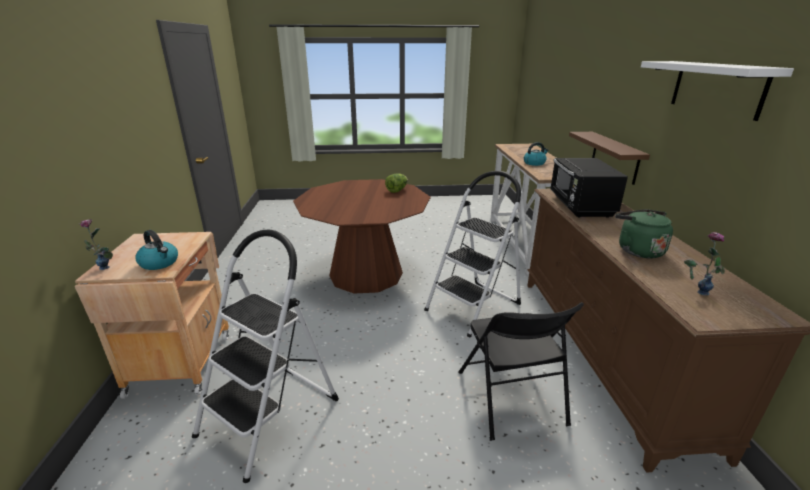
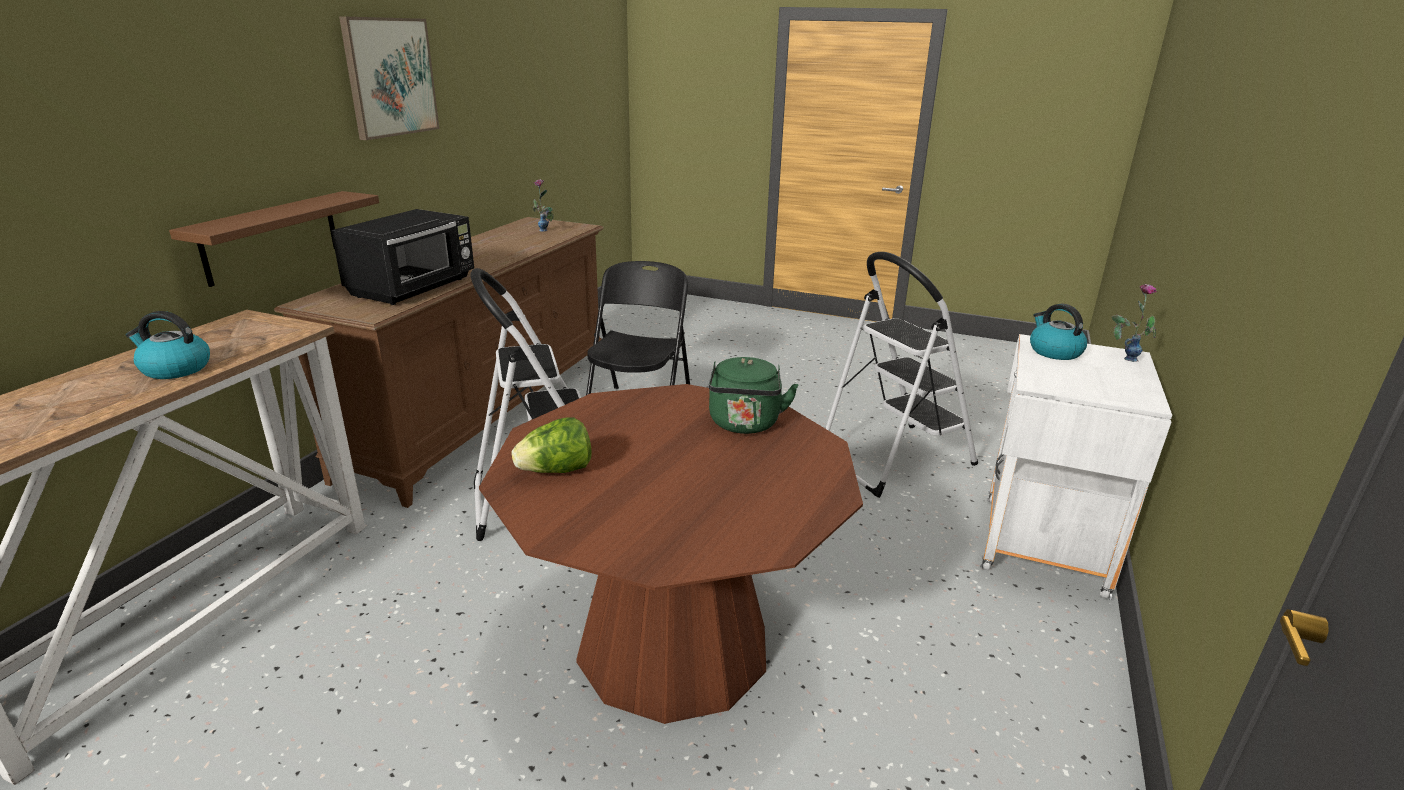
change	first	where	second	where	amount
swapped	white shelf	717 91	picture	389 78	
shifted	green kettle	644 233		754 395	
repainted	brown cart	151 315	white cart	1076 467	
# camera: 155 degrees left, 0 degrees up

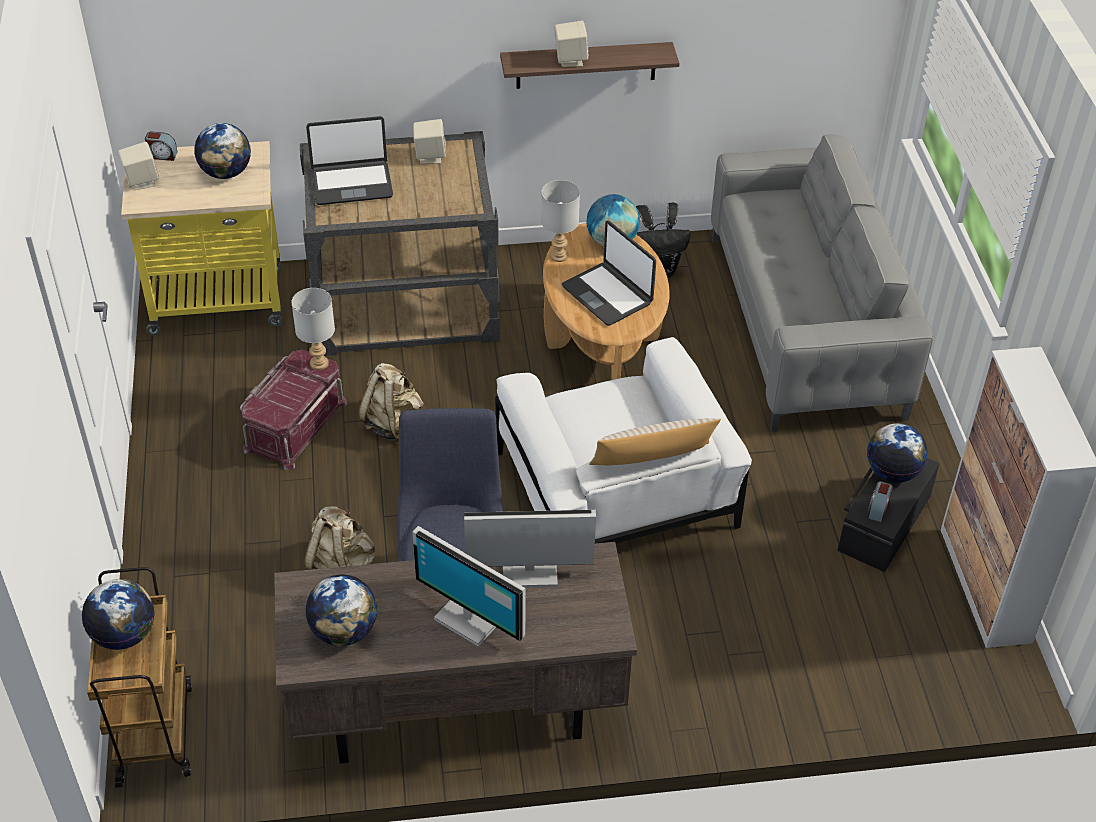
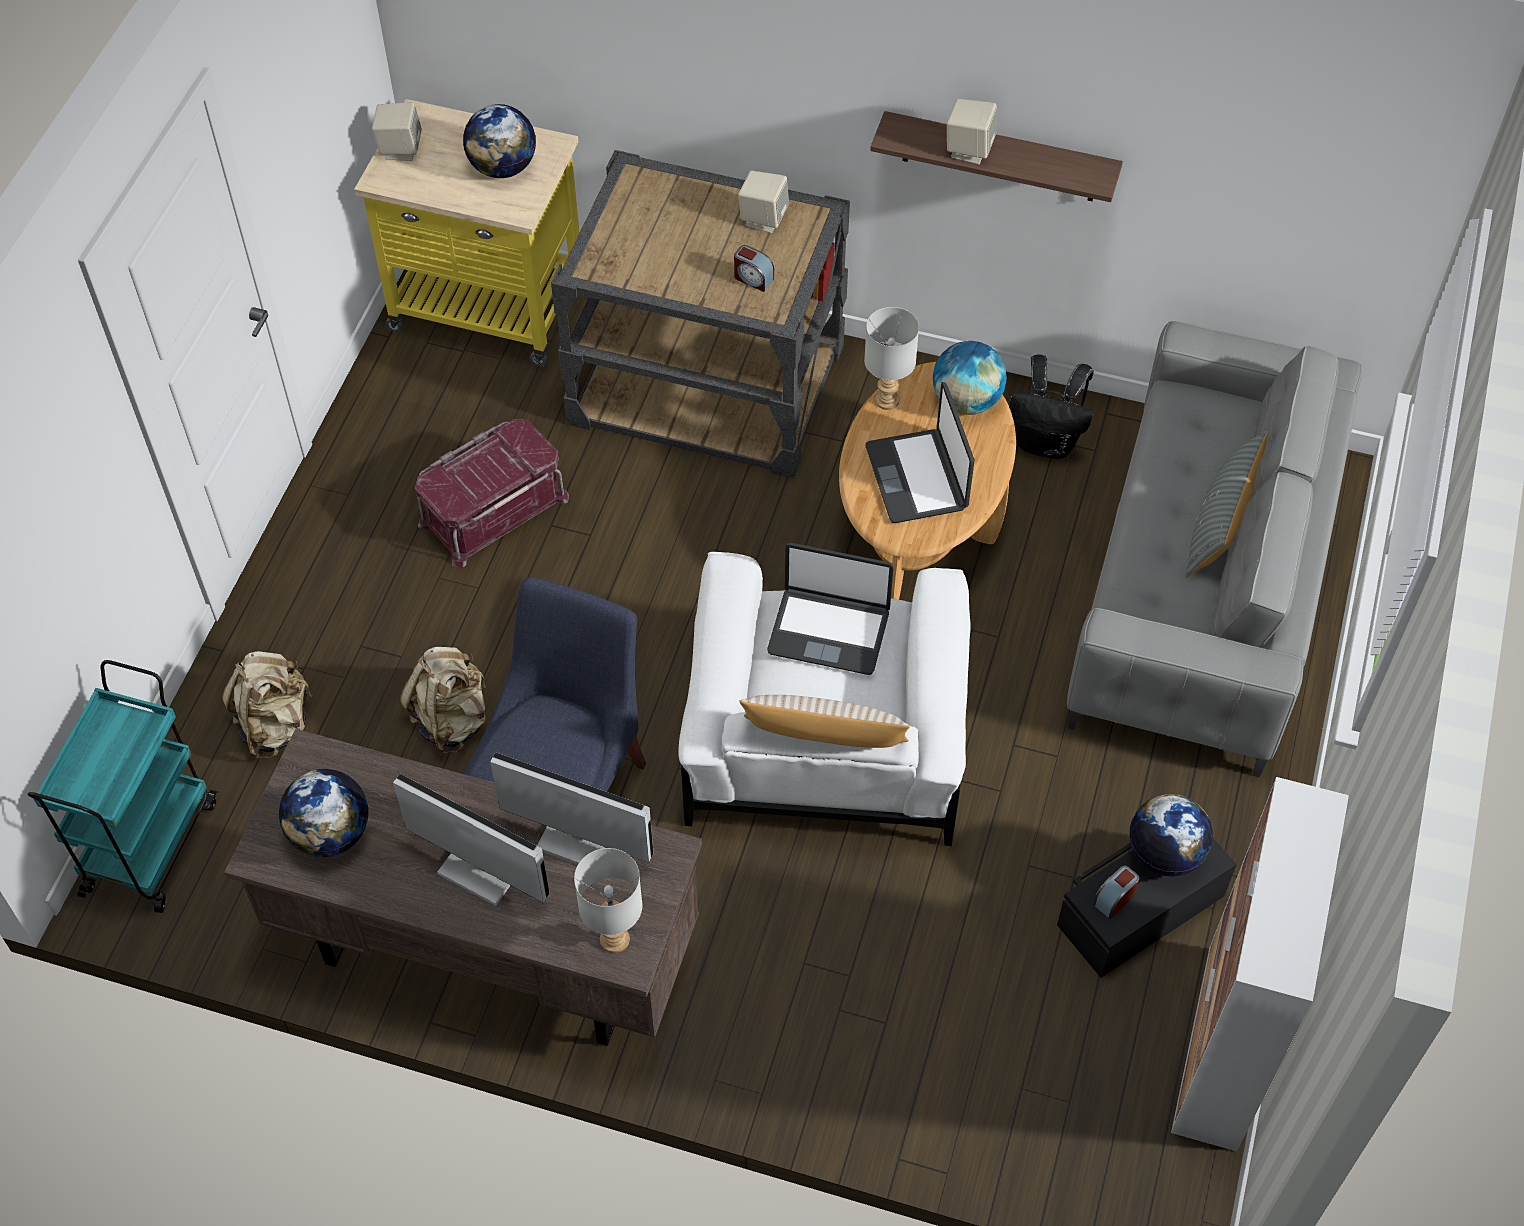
change	first	where	second	where	amount
repainted	brown cart	139 677	turquoise cart	123 786	
shifted	beige backpack	391 402		267 704	
rotated	monitor	469 586		471 840	150 degrees clockwise
shifted	grey table lamp	313 329		608 900	
shifted	alarm clock	161 146		754 268	
shifted	laptop	349 160		830 609	
new			grey pillow	1227 504	
gone	globe	118 614			
# camera: 25 degrees right, 10 degrees up

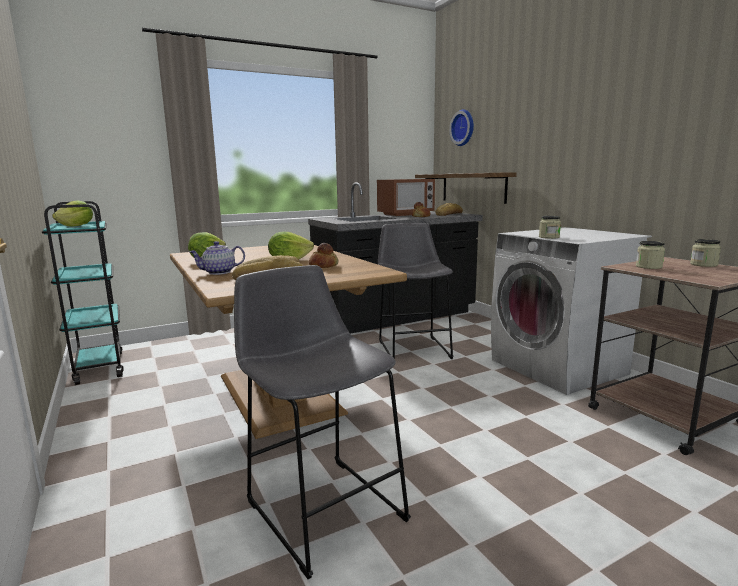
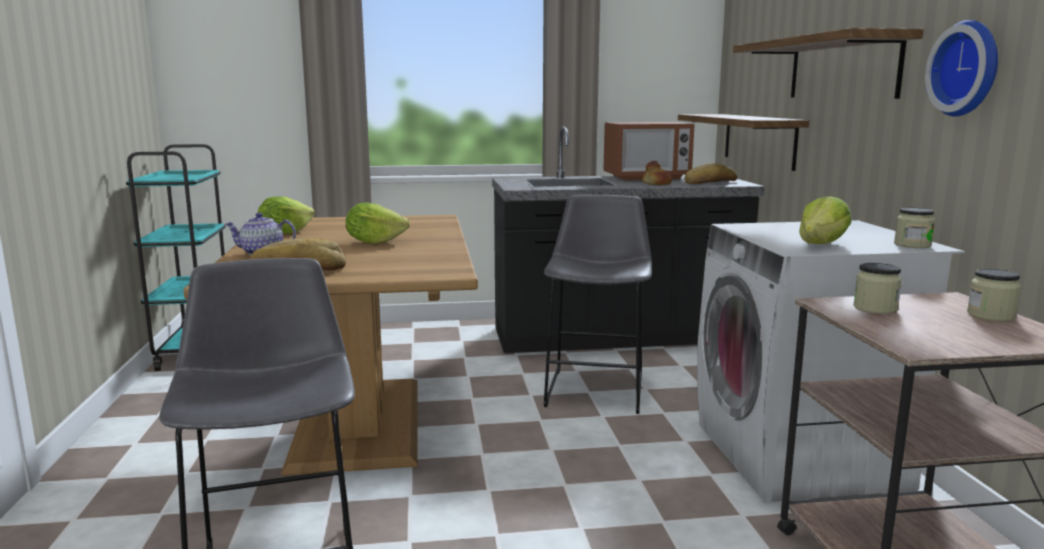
change	first	where	second	where	amount
new			shelf	828 63	
shifted	lettuce	72 213		825 220	
shifted	jar	550 227		914 227	
shifted	wall clock	461 127		961 68	
gone	bread	323 255			
# camera: 20 degrees right, 0 degrees up

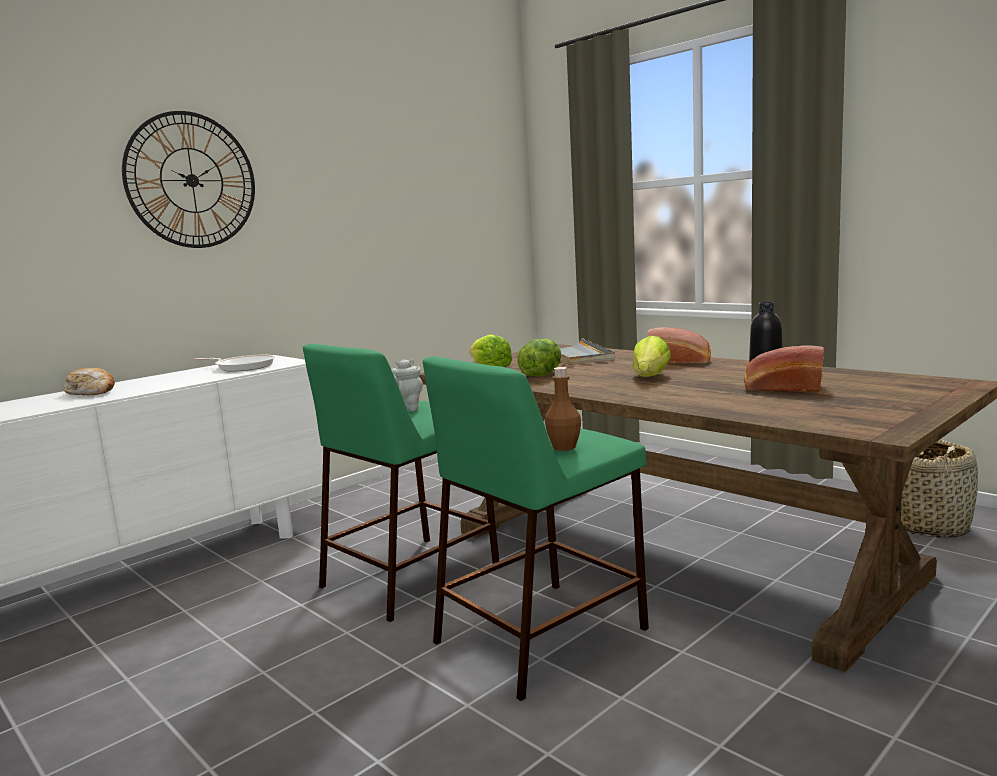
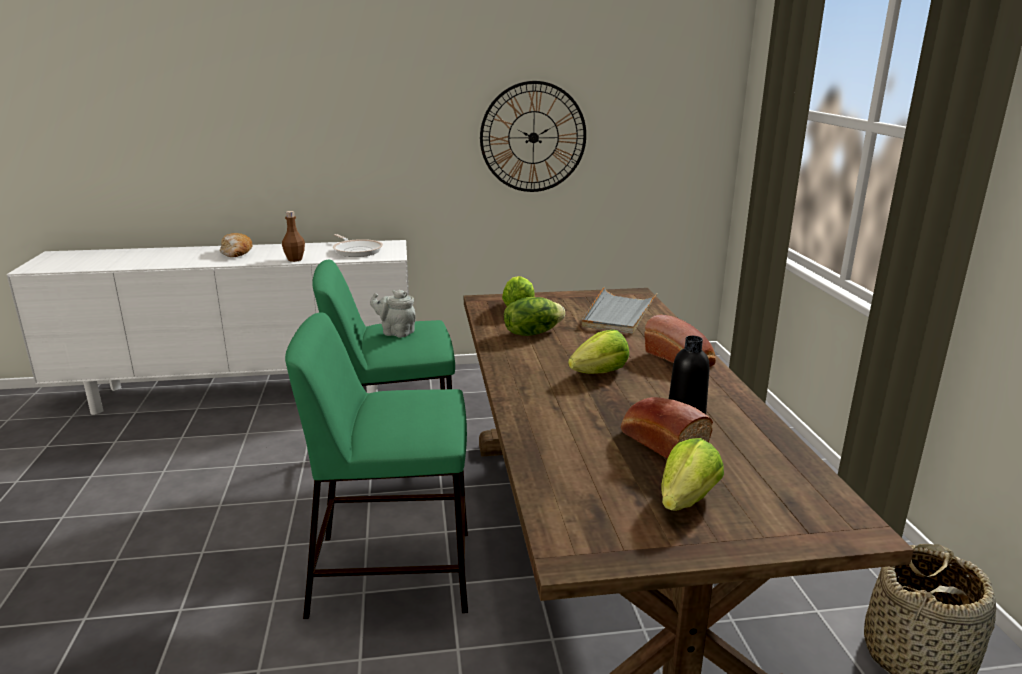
change	first	where	second	where	amount
shifted	brown bottle	563 409		293 236	
shifted	wall clock	188 179		533 136	
new			lettuce	692 474	
# camera: 35 degrees right, 10 degrees up

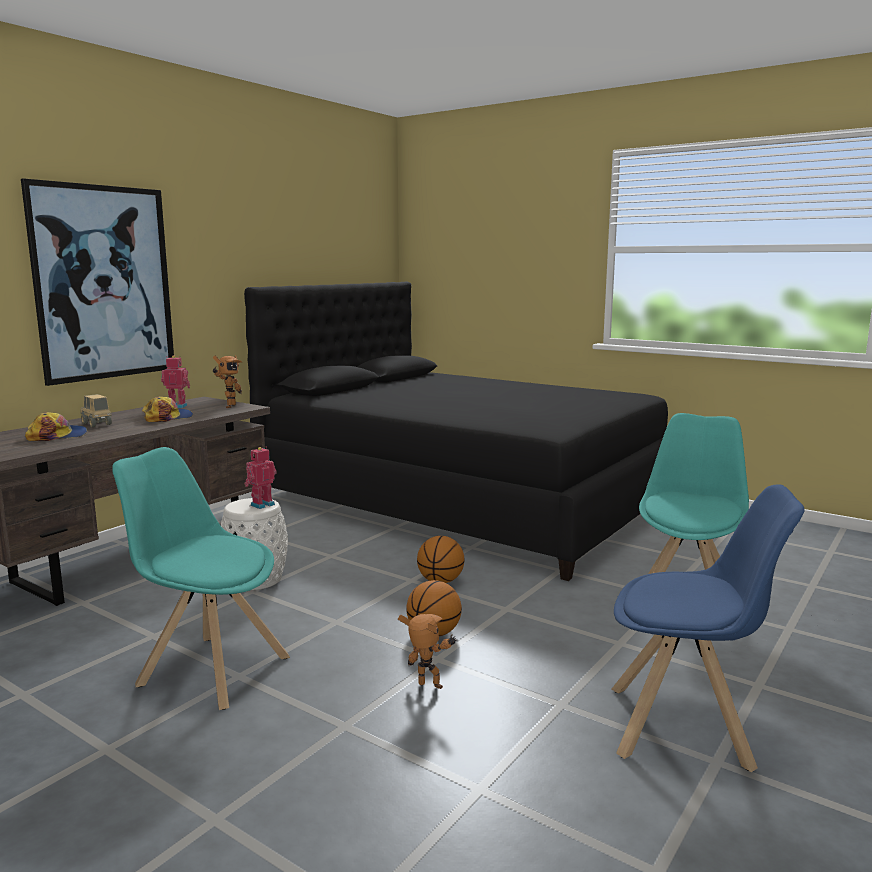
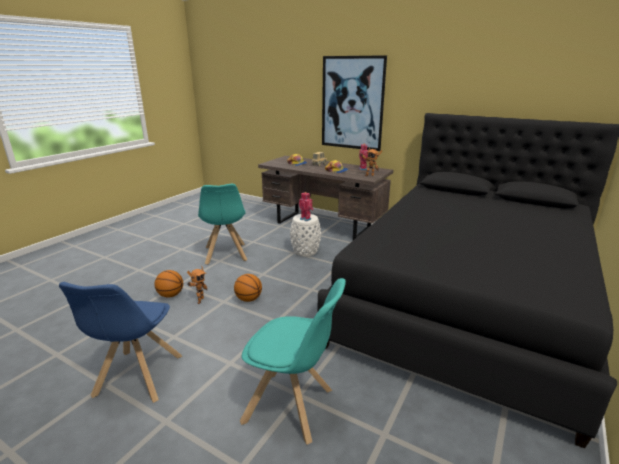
change	first	where	second	where	amount
shifted	basketball	440 559		169 284	
rotated	turquoise chair	201 578		223 224	150 degrees clockwise
# camera: 85 degrees right, 10 degrees up

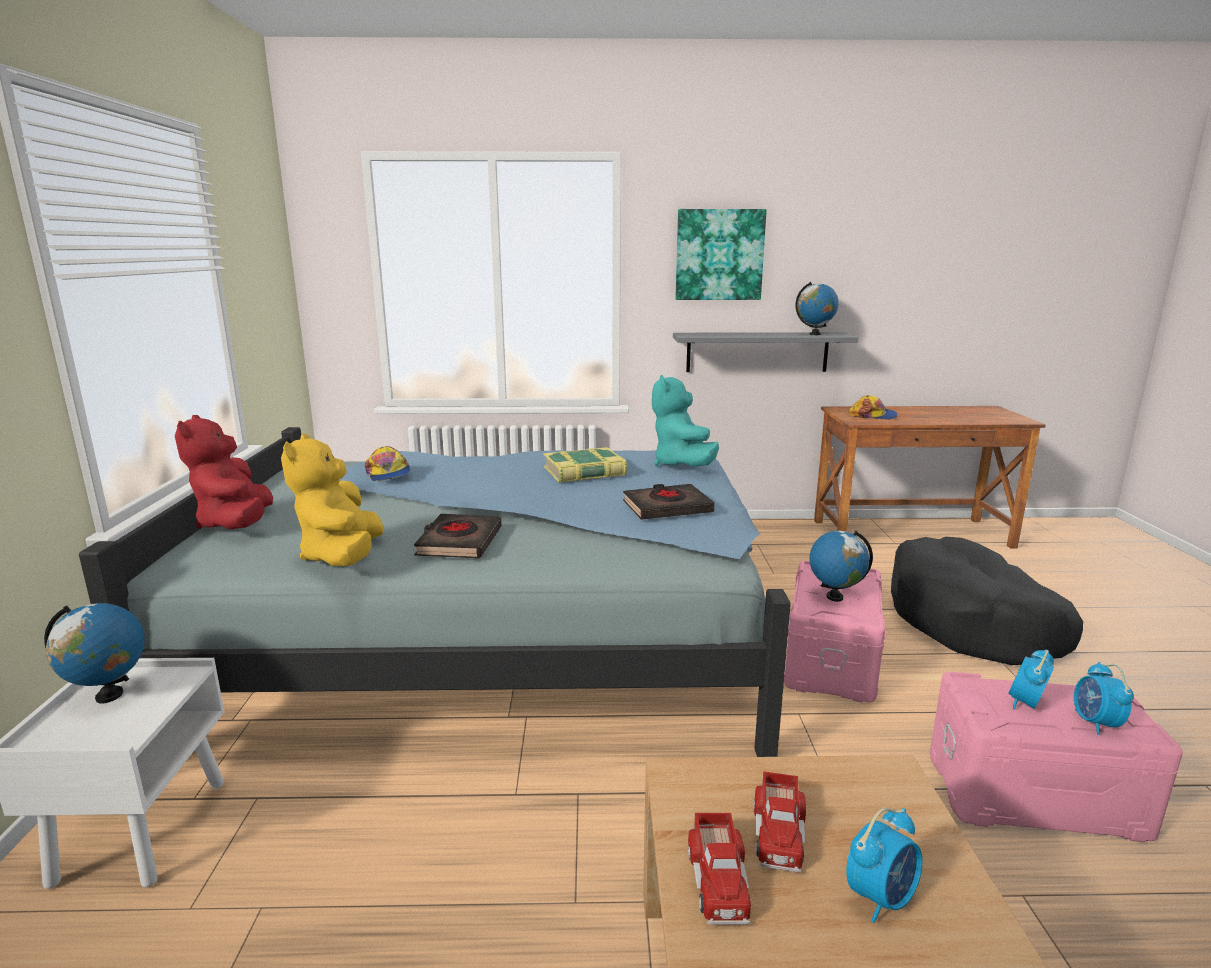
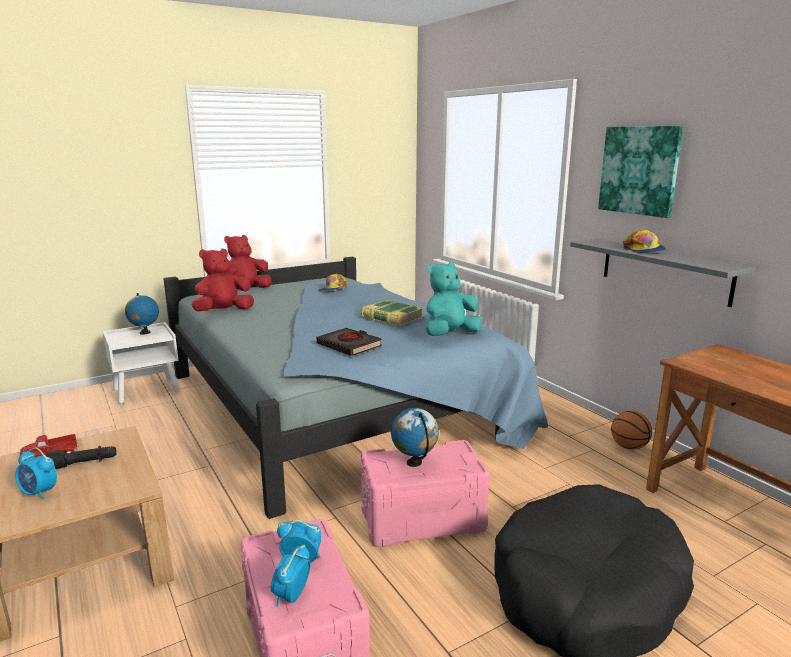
change	first	where	second	where	amount
swapped	toy truck	779 822	black flashlight	81 457	
repainted	yellow plush toy	332 500	red plush toy	223 280	
rotated	alarm clock	1104 698		291 575	45 degrees counterclockwise
new			basketball	631 430	
shifted	cap	873 407		644 241	
gone	black book	458 536			
gone	globe	817 308			
# camera: 60 degrees right, 0 degrees up

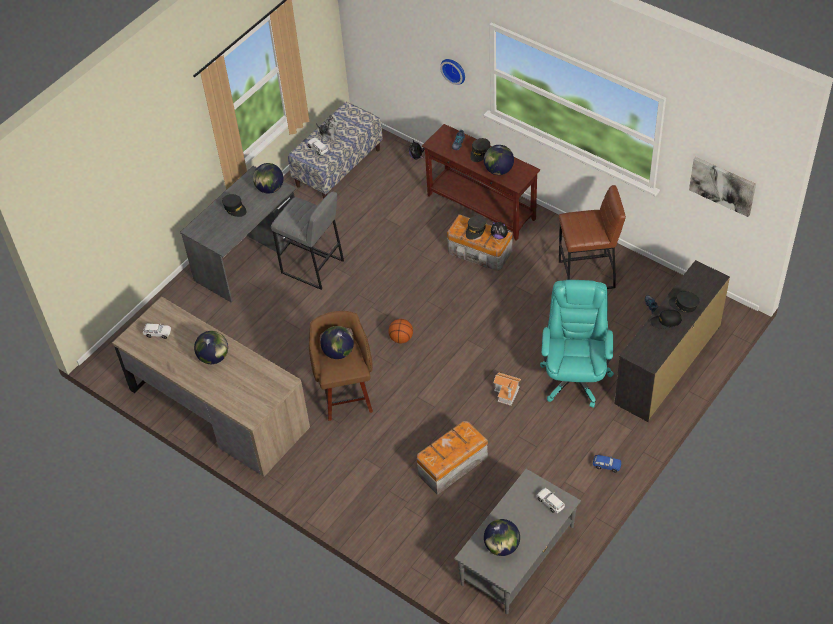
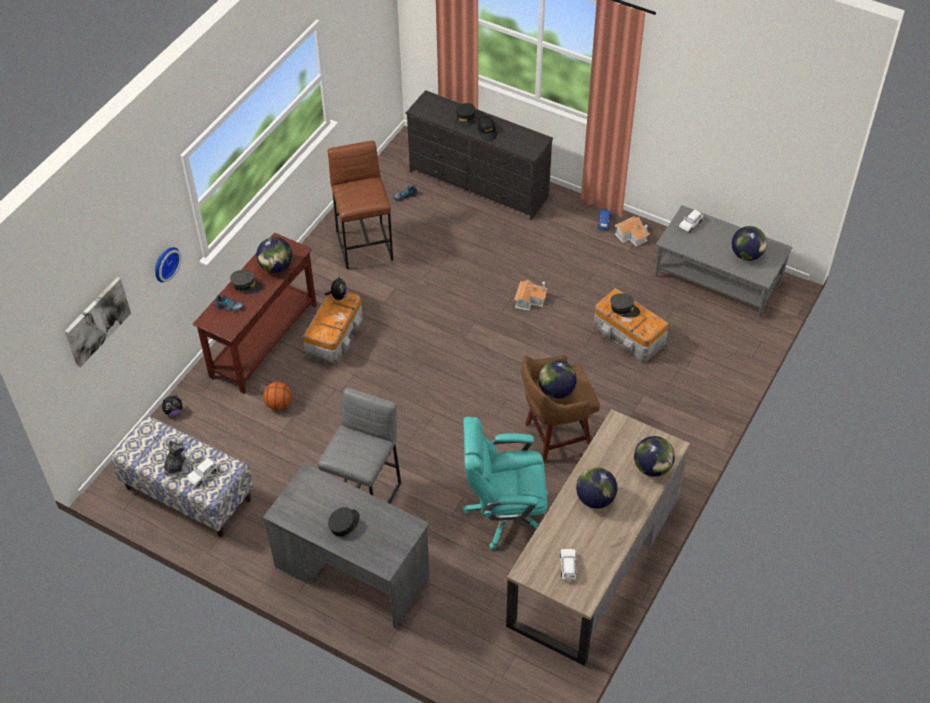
change	first	where	second	where	amount
shifted	picture	722 187		98 322	
shifted	basketball	400 331		277 396	
shifted	turquoise office chair	577 344		505 483	
shifted	grey cap	476 227		625 306	
new			toy house	632 231	
shifted	globe	268 178		654 456	
# camera: 100 degrees left, 0 degrees up

